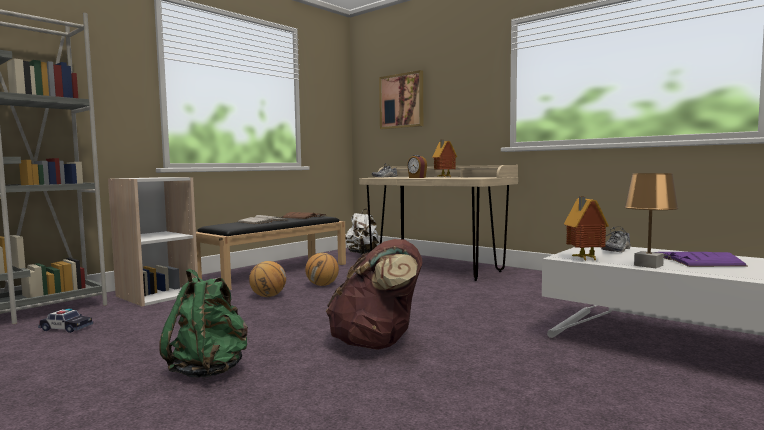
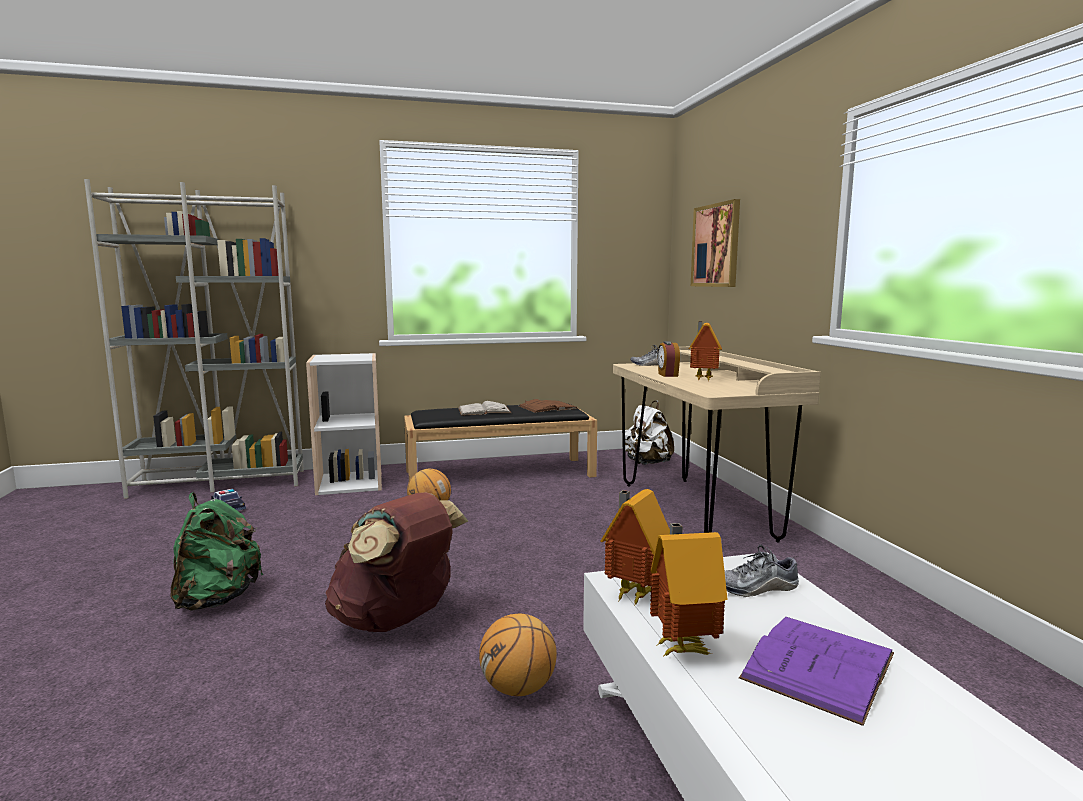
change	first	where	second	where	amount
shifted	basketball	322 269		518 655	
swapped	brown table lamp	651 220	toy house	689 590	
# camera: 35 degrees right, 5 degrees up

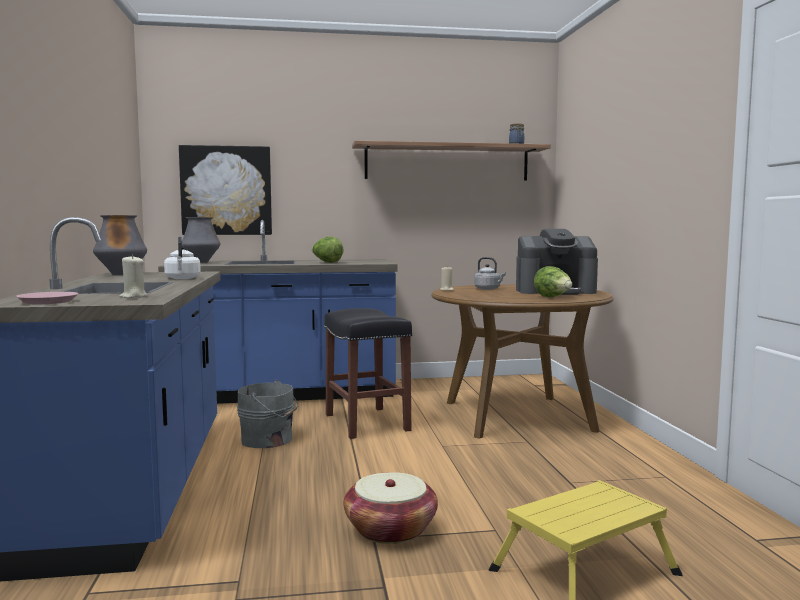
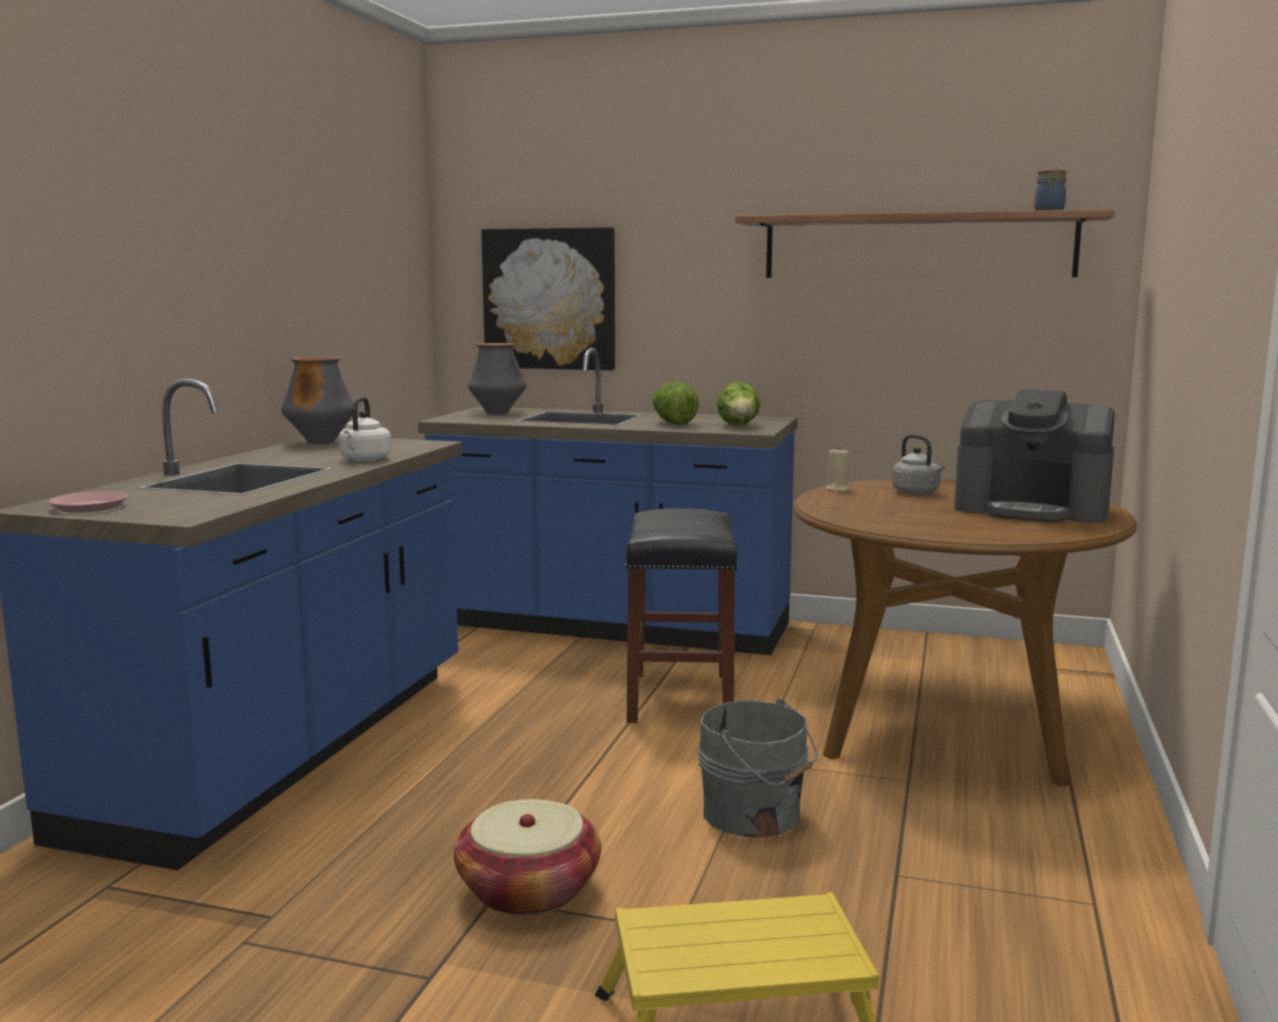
change	first	where	second	where	amount
shifted	grey bucket	268 414		758 768	
shifted	lettuce	553 281		739 404	
gone	beige candle	133 276			
# camera: 25 degrees right, 5 degrees up

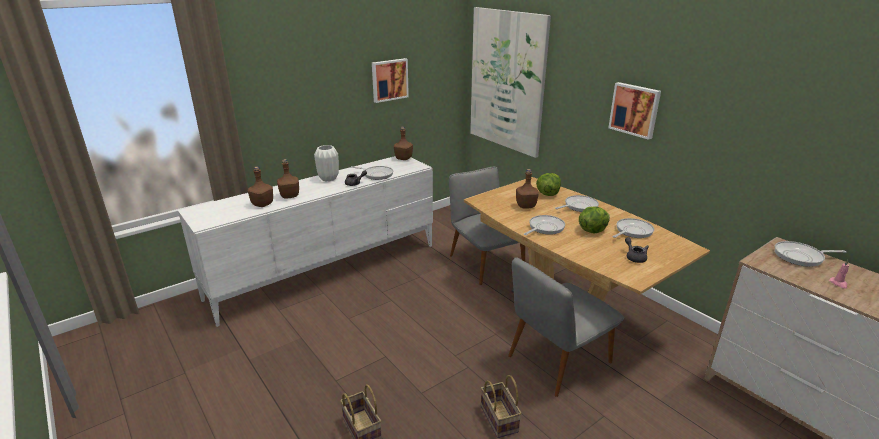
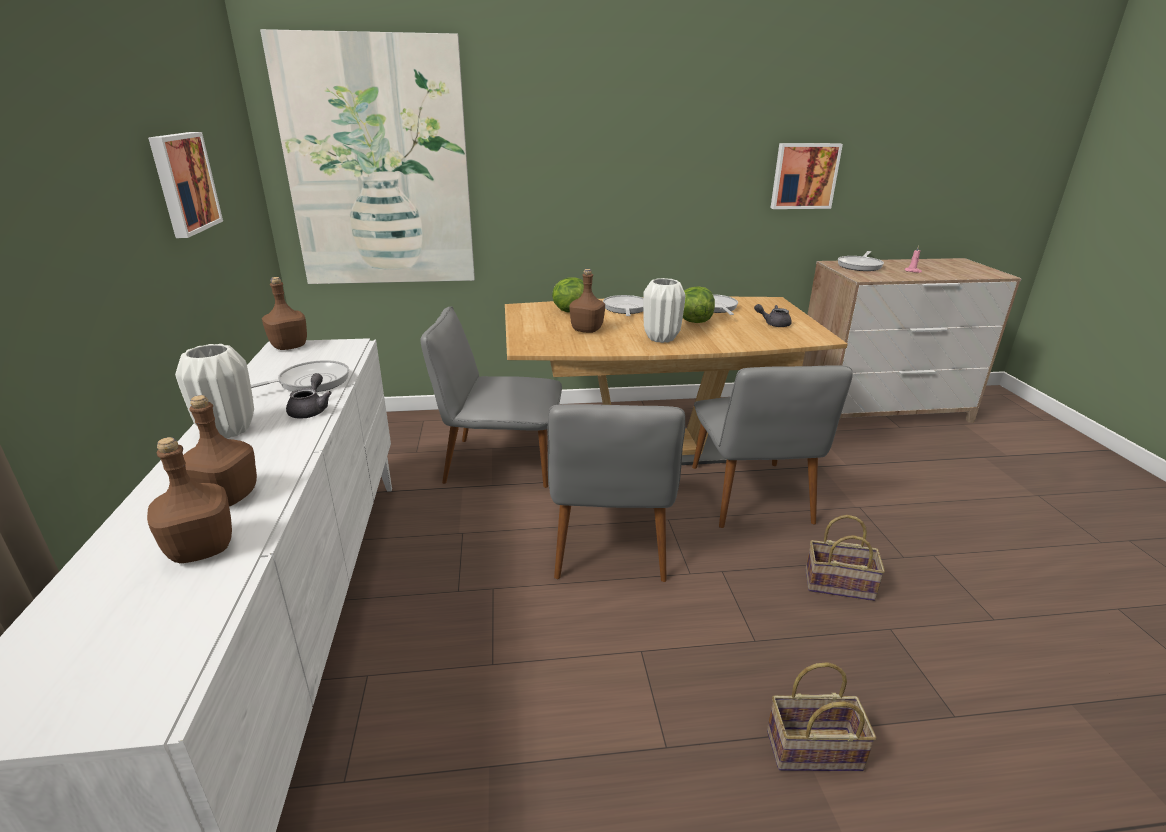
change	first	where	second	where	amount
new			grey chair	616 493	
swapped	frying pan	544 225	white vase	664 310	
shifted	picture	634 111		807 176	
# camera: 60 degrees left, 0 degrees up

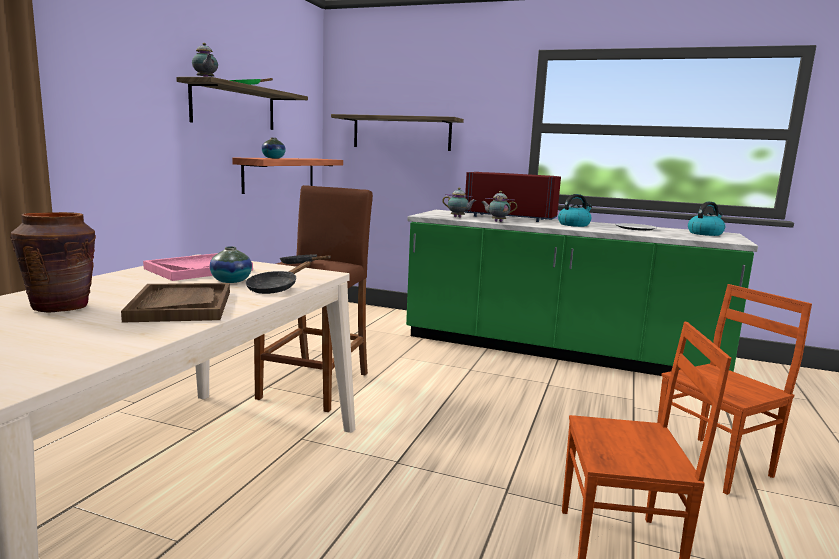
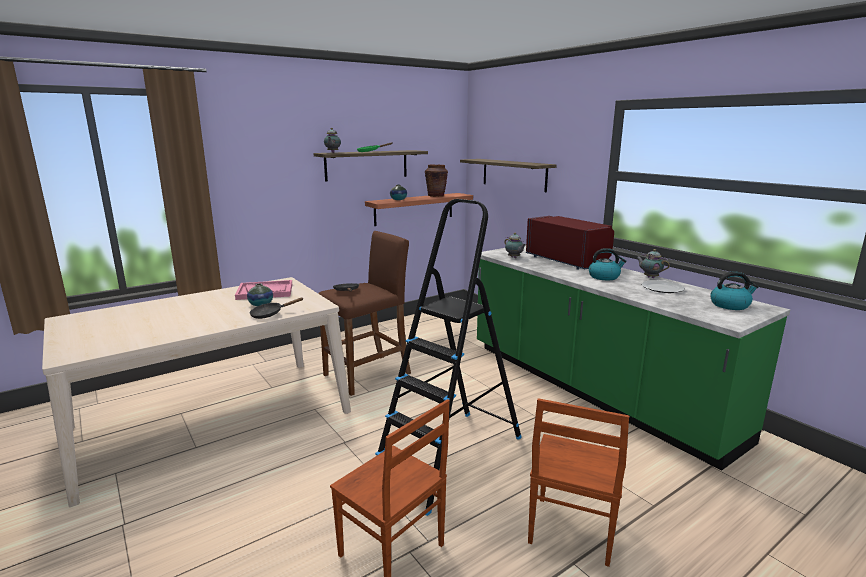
change	first	where	second	where	amount
new			black step ladder	448 357	
shifted	brown vase	53 262		436 181	
rotated	brown chair	734 389		578 482	105 degrees clockwise
shifted	teapot	499 206		653 263	
gone	brown tray	175 303			
# camera: 35 degrees right, 5 degrees up

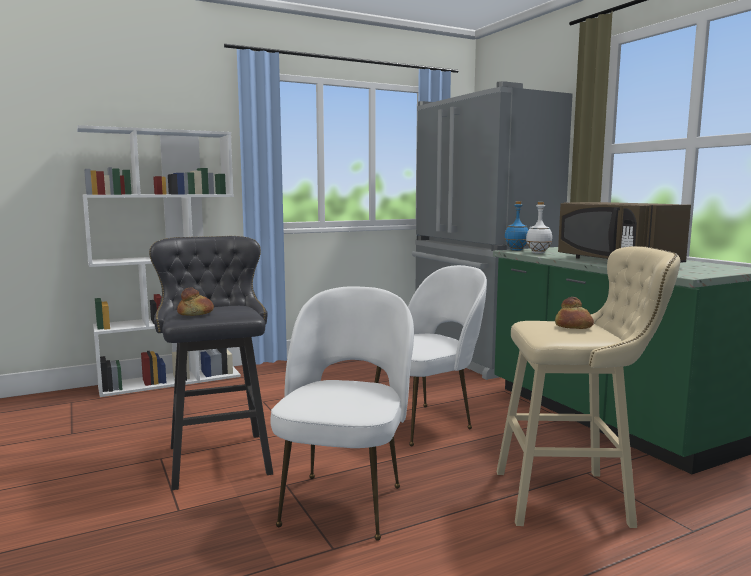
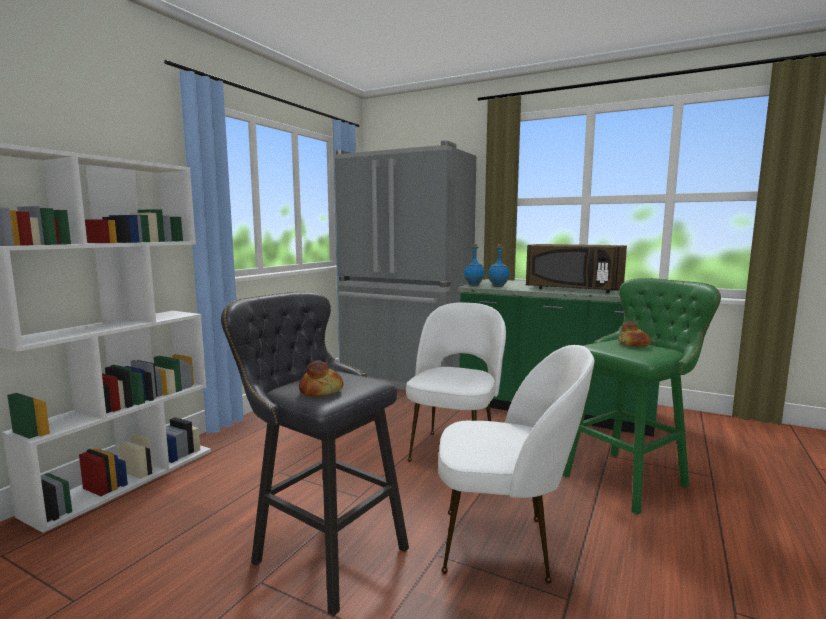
change	first	where	second	where	amount
rotated	white chair	342 413		516 464	120 degrees clockwise
repainted	white bottle	539 228	blue bottle	498 265	
repainted	beige stool	588 387	green stool	641 396	
# camera: 35 degrees left, 0 degrees up

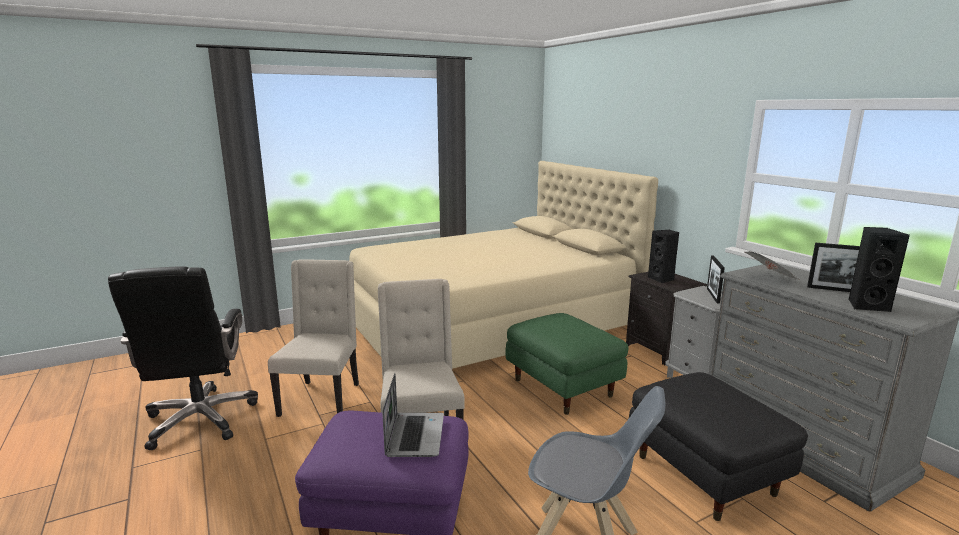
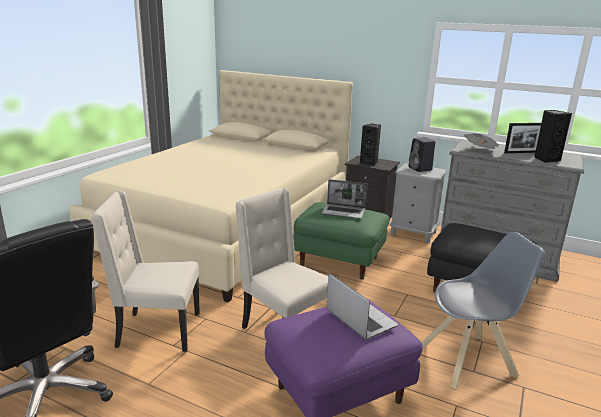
change	first	where	second	where	amount
rotated	beige chair	313 338		146 271	60 degrees counterclockwise
new			laptop	345 199	
swapped	picture frame	716 279	black speaker	422 154	
# camera: 35 degrees left, 5 degrees up

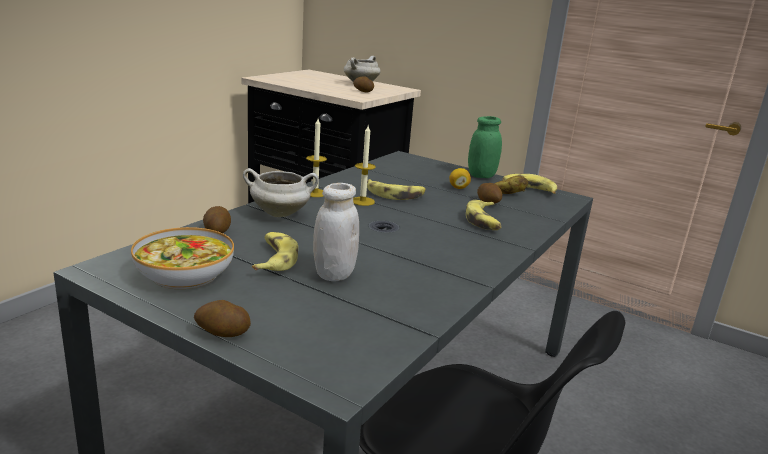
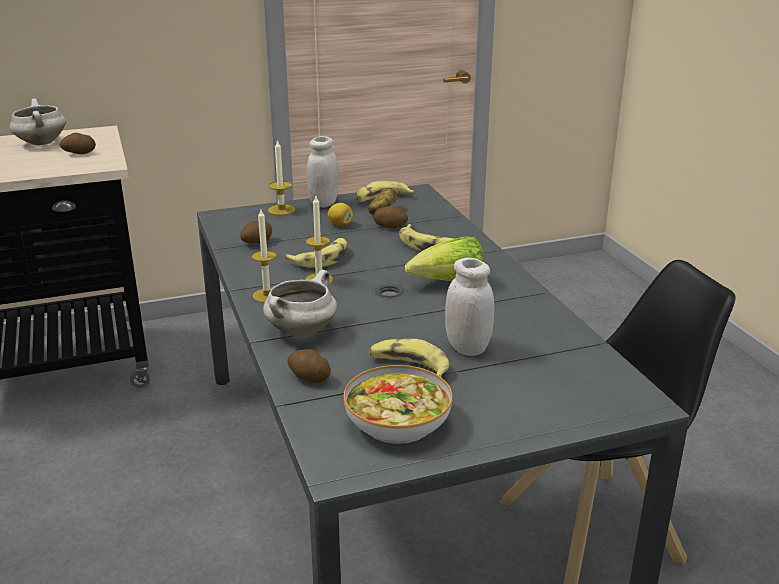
change	first	where	second	where	amount
shifted	potato	222 318		256 232	
new			candle	281 177	
repainted	green jar	485 147	white jar	323 172	
new			lettuce	444 259	
# camera: 50 degrees left, 5 degrees up

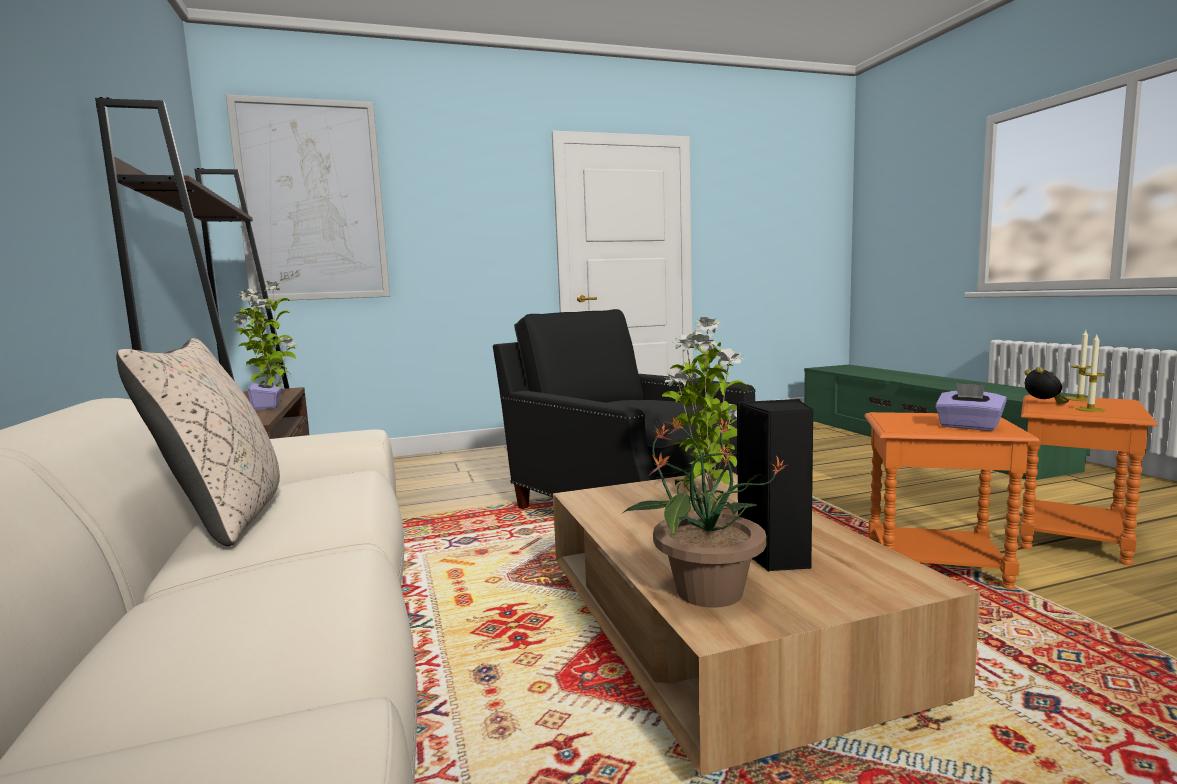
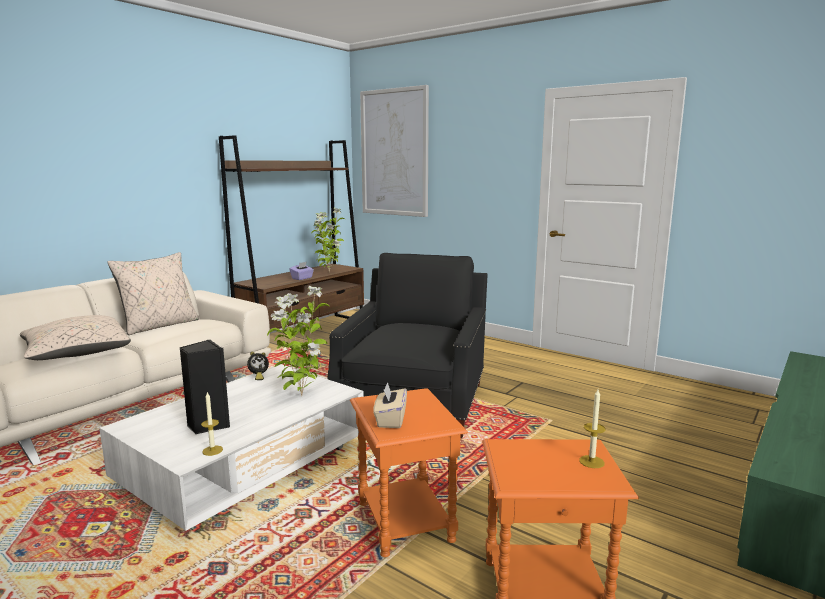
change	first	where	second	where	amount
new			beige pillow	75 337	
repainted	brown coffee table	766 623	white coffee table	231 447	
shifted	candle	1091 373		212 424	
shifted	alarm clock	1046 385		258 366	
repainted	purple tissue box	971 407	beige tissue box	390 405	
gone	potted plant	705 512			
# camera: 55 degrees right, 5 degrees up

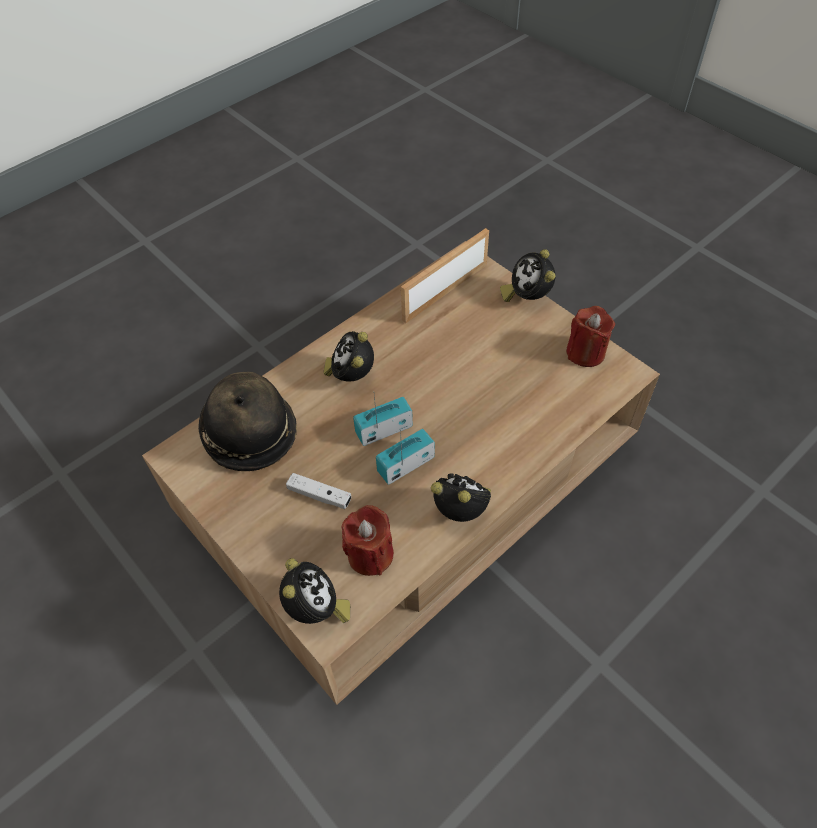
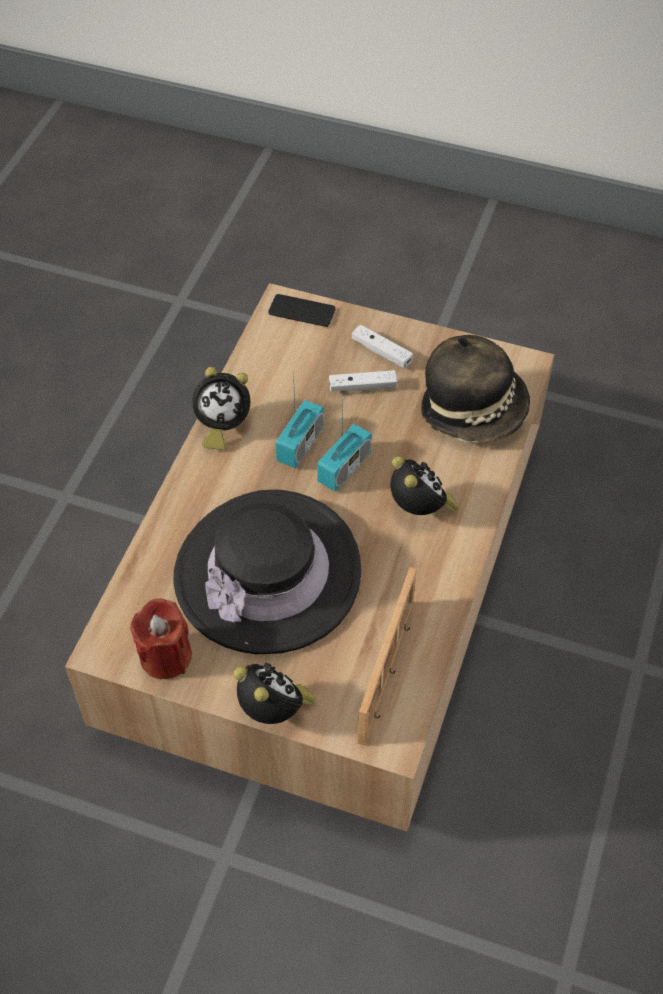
change	first	where	second	where	amount
new			black hat	267 572	
swapped	alarm clock	314 591	phone	302 310	
new			white game controller	382 347	
gone	red candle	368 540			
# camera: 150 degrees right, 0 degrees up

